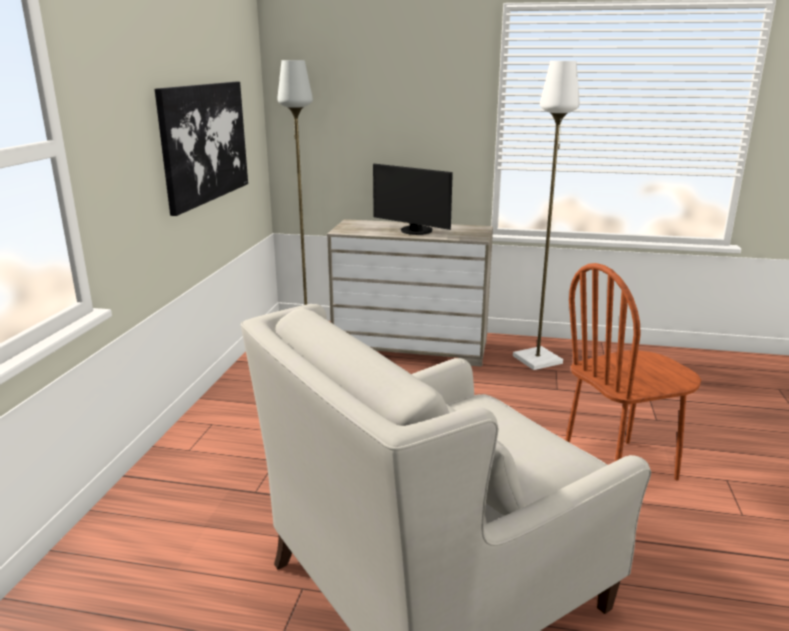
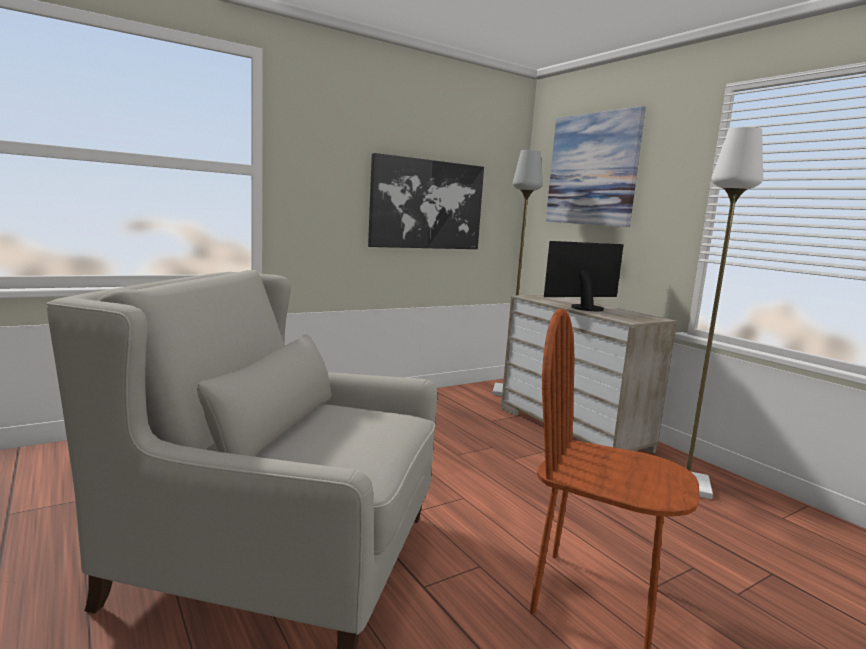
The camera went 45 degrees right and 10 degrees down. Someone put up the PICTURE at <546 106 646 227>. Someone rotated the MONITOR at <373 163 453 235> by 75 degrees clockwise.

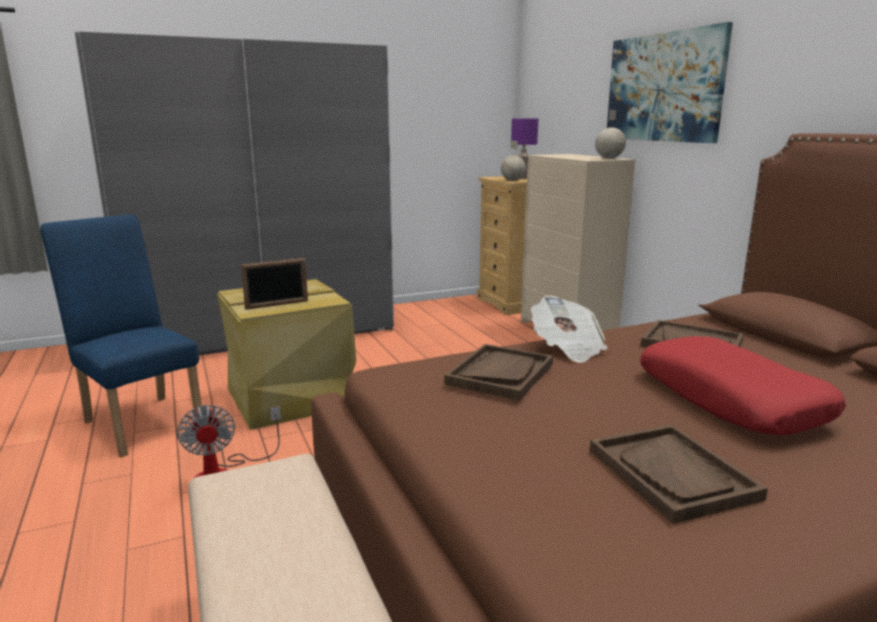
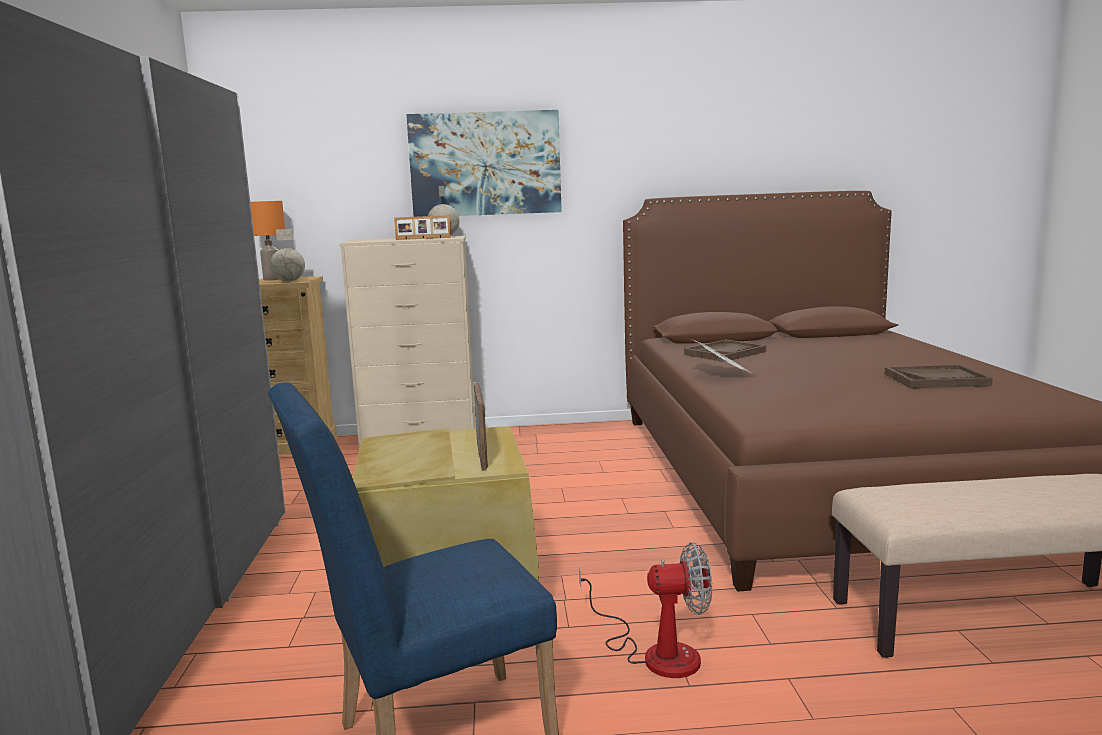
The camera went 70 degrees left and 5 degrees down. Someone took away the BROWN TRAY at <444 344 553 401>. Someone took away the RED PILLOW at <640 336 846 435>. Someone put down the PICTURE FRAME at <394 215 451 240>. Someone repainted the PURPLE TABLE LAMP at <511 119 538 179>, which became the ORANGE TABLE LAMP at <250 201 285 280>.

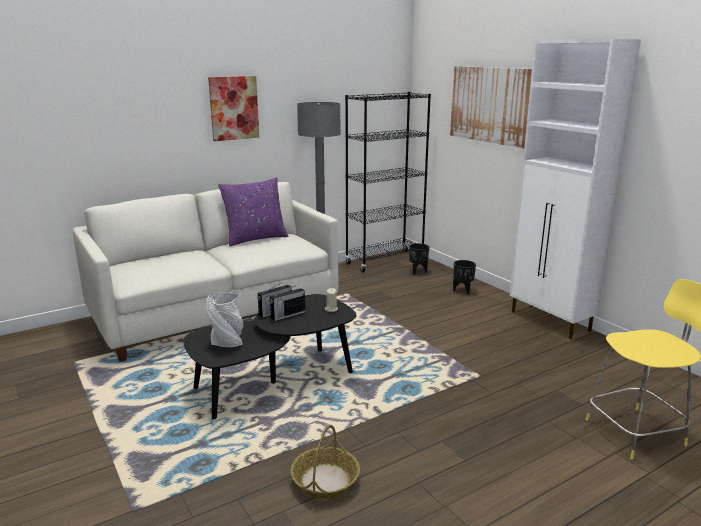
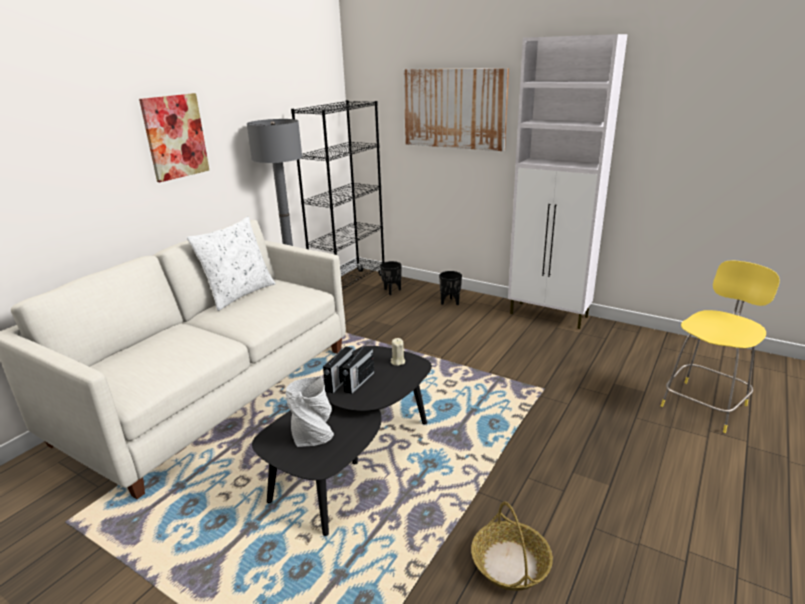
The camera went 25 degrees left and 5 degrees up. Someone repainted the PURPLE PILLOW at <218 177 288 246>, which became the WHITE PILLOW at <187 216 276 311>.

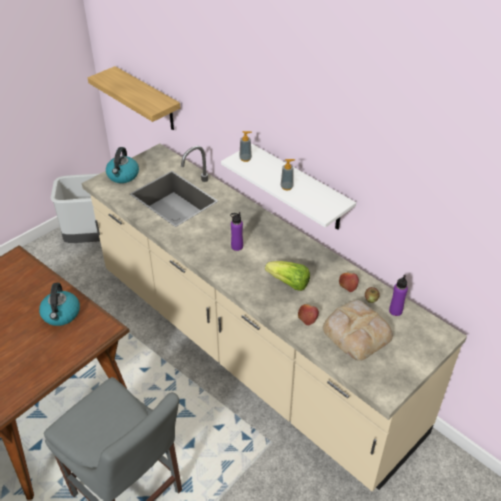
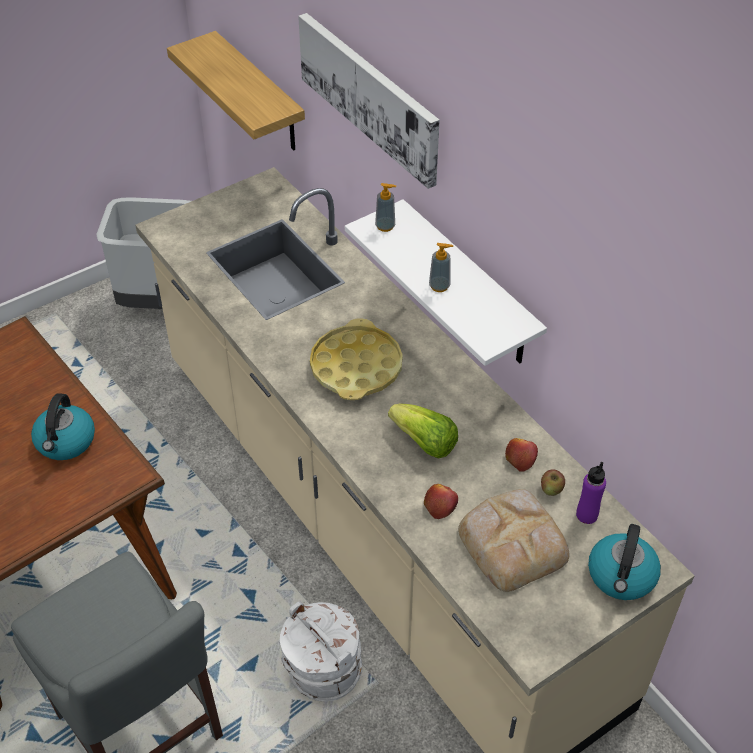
The camera went 10 degrees right and 5 degrees up. Someone put down the WHITE BUCKET at <280 602 363 702>. Someone put up the PICTURE at <298 13 440 189>. Someone carried the KETTLE from <106 147 139 183> to <588 524 661 600>. Someone swapped the PURPLE BOTTLE at <230 212 243 251> for the YELLOW TRAY at <310 319 403 400>.

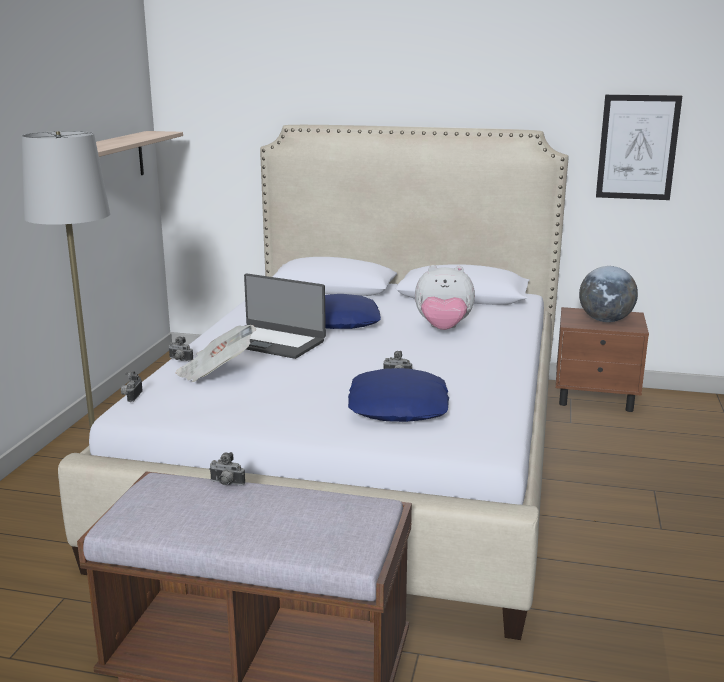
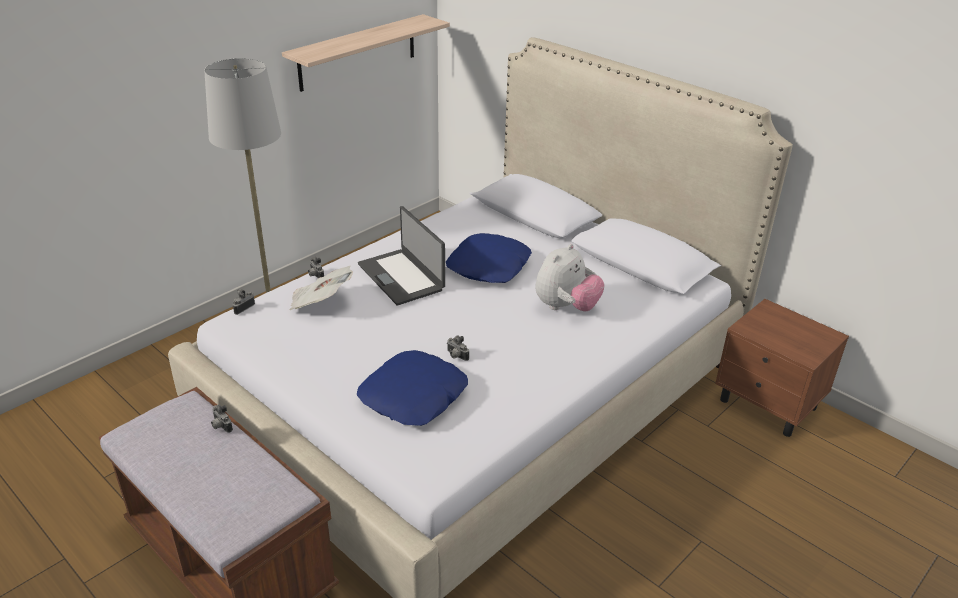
The camera went 30 degrees right and 15 degrees up. Someone took away the GLOBE at <579 266 638 322>. Someone took away the PICTURE at <596 95 682 200>. Someone rotated the PLUSH TOY at <415 265 475 330> by 90 degrees counterclockwise.

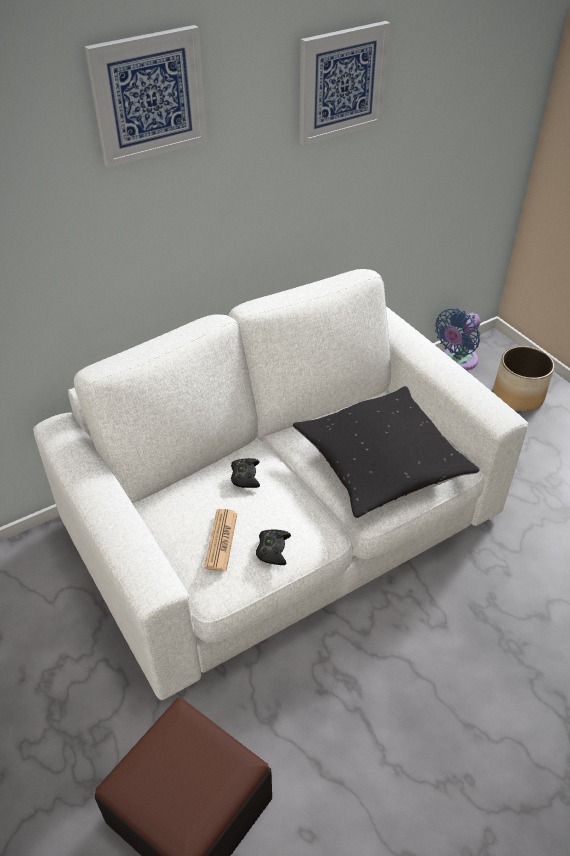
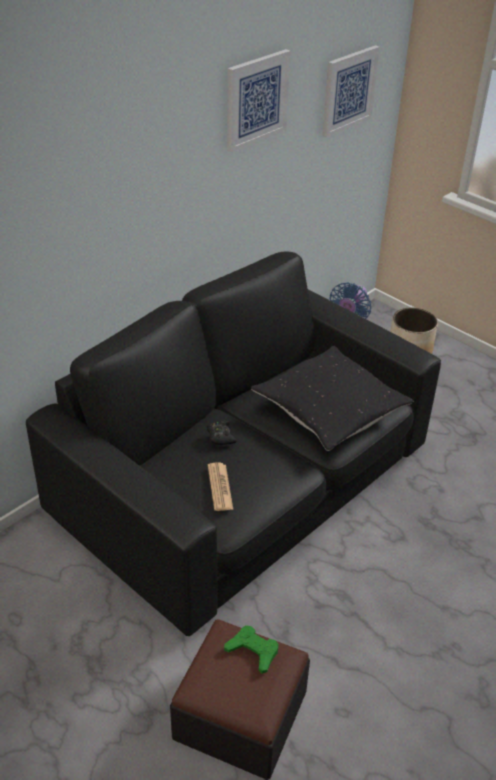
The camera went 15 degrees left and 5 degrees down. Someone took away the BLACK GAME CONTROLLER at <256 530 291 565>. Someone put down the GREEN GAME CONTROLLER at <224 626 279 674>. Someone carried the PICTURE from <84 25 207 167> to <322 45 380 138>. Someone repainted the WHITE SOFA at <33 269 528 700>, which became the BLACK SOFA at <26 252 441 636>.

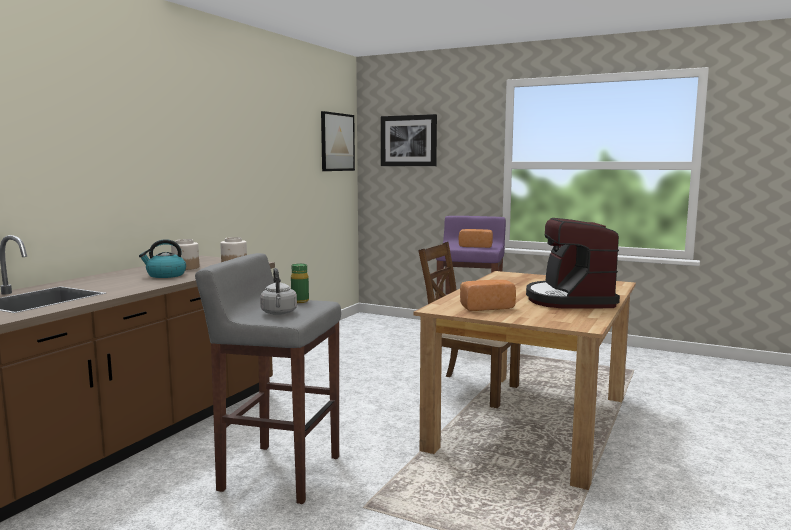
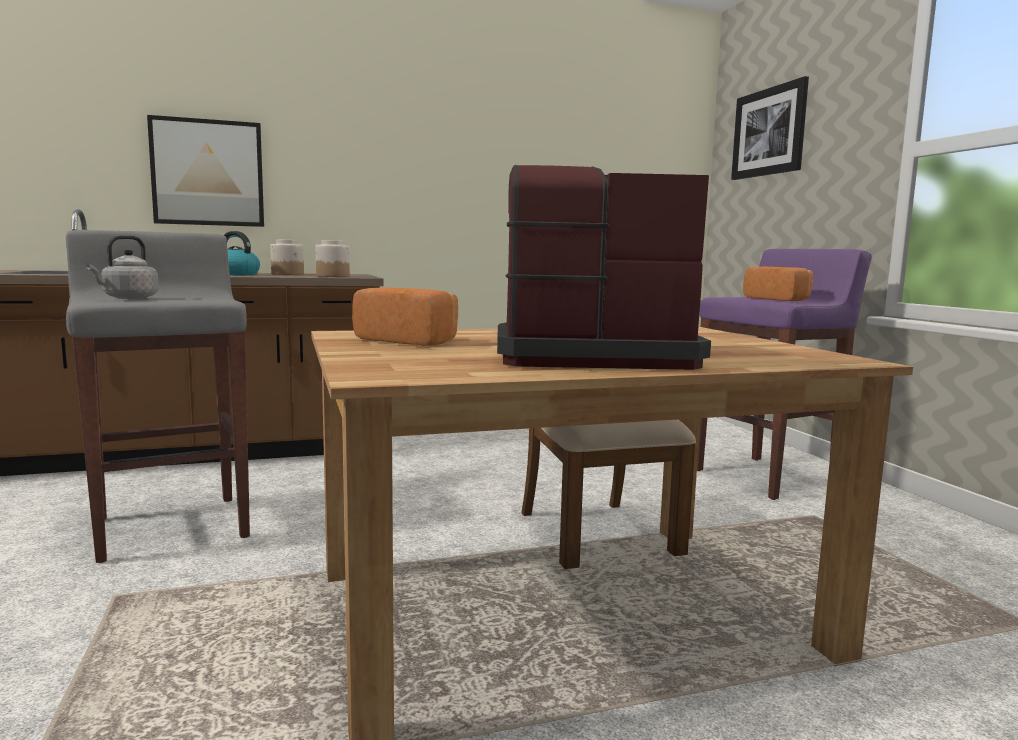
The camera went 45 degrees right and 0 degrees up. Someone took away the GREEN BOTTLE at <291 264 309 303>. Someone carried the PICTURE from <321 111 355 171> to <147 115 264 227>. Someone rotated the COFFEE MACHINE at <526 218 620 309> by 45 degrees clockwise.

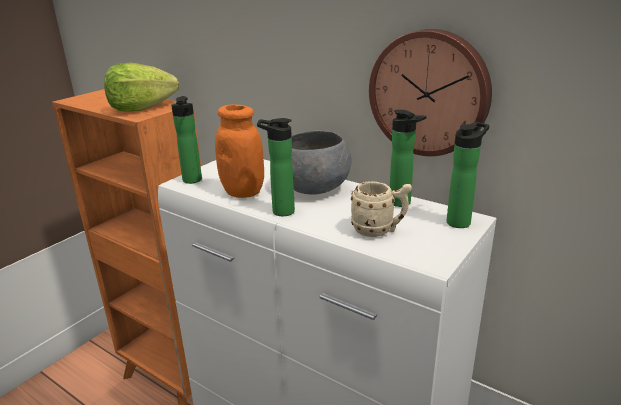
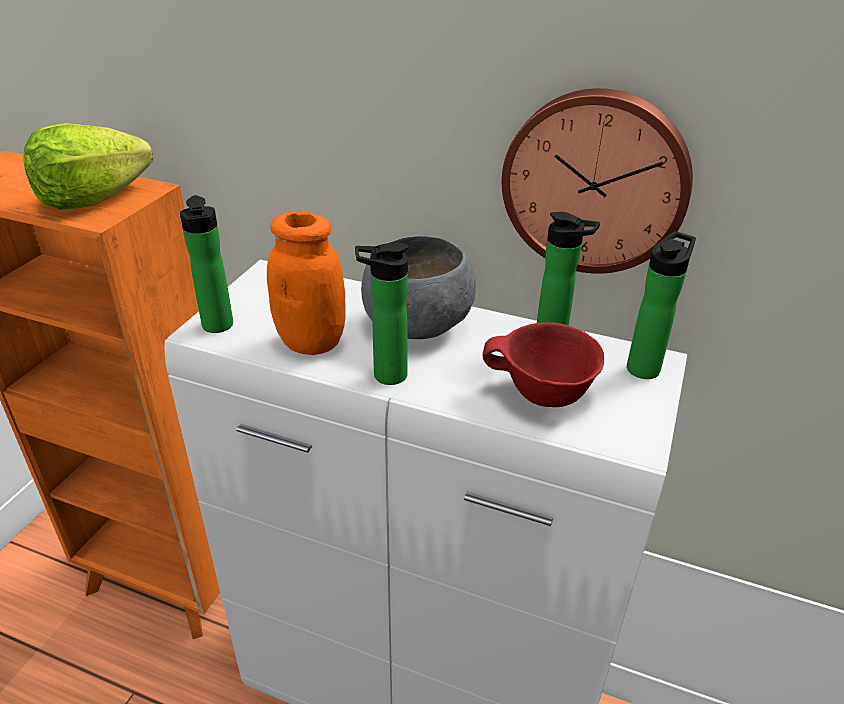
The camera went 15 degrees left and 10 degrees up. Someone swapped the BEIGE MUG at <351 181 412 237> for the RED BOWL at <483 322 604 407>.

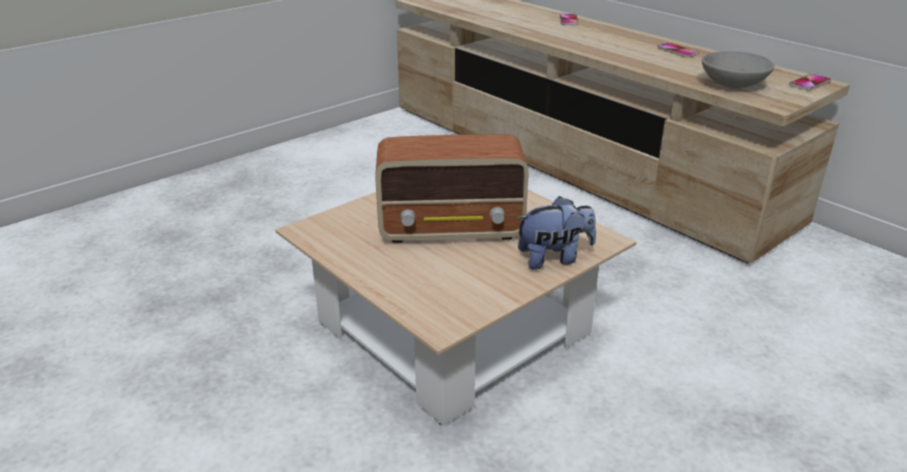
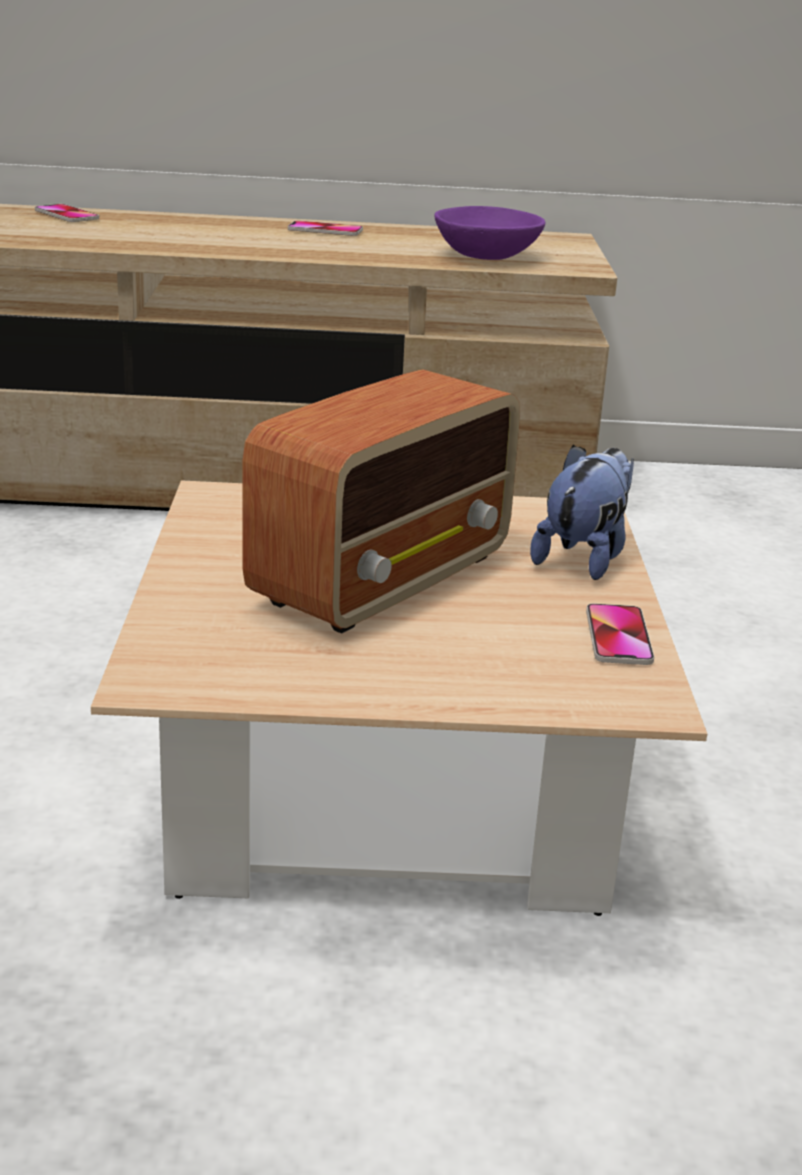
The camera went 50 degrees left and 5 degrees down. Someone carried the PHONE from <789 74 831 90> to <586 604 654 665>. Someone repainted the GREY BOWL at <702 51 775 88>, which became the PURPLE BOWL at <434 206 545 260>.

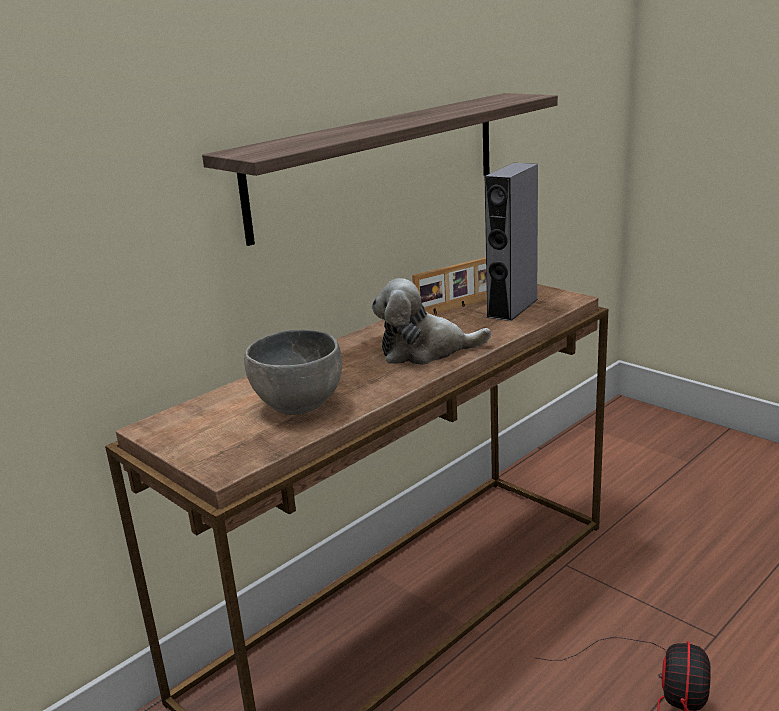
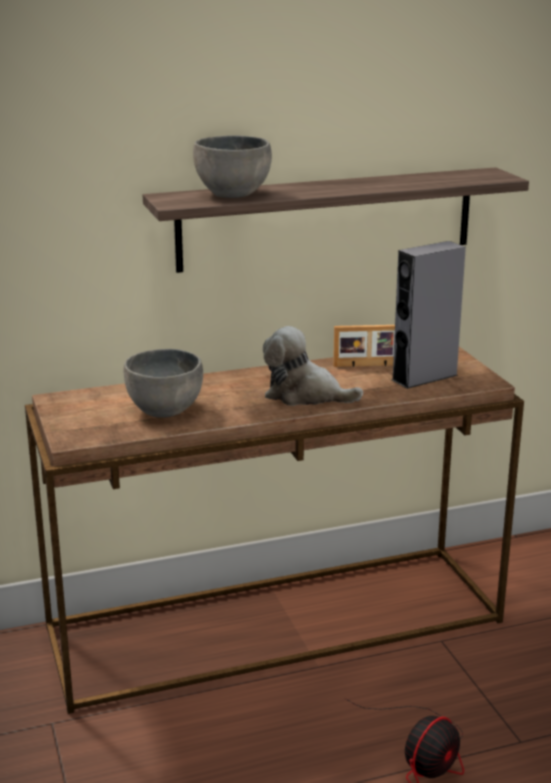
The camera went 25 degrees right and 0 degrees up. Someone put down the GREY BOWL at <193 136 272 198>.

